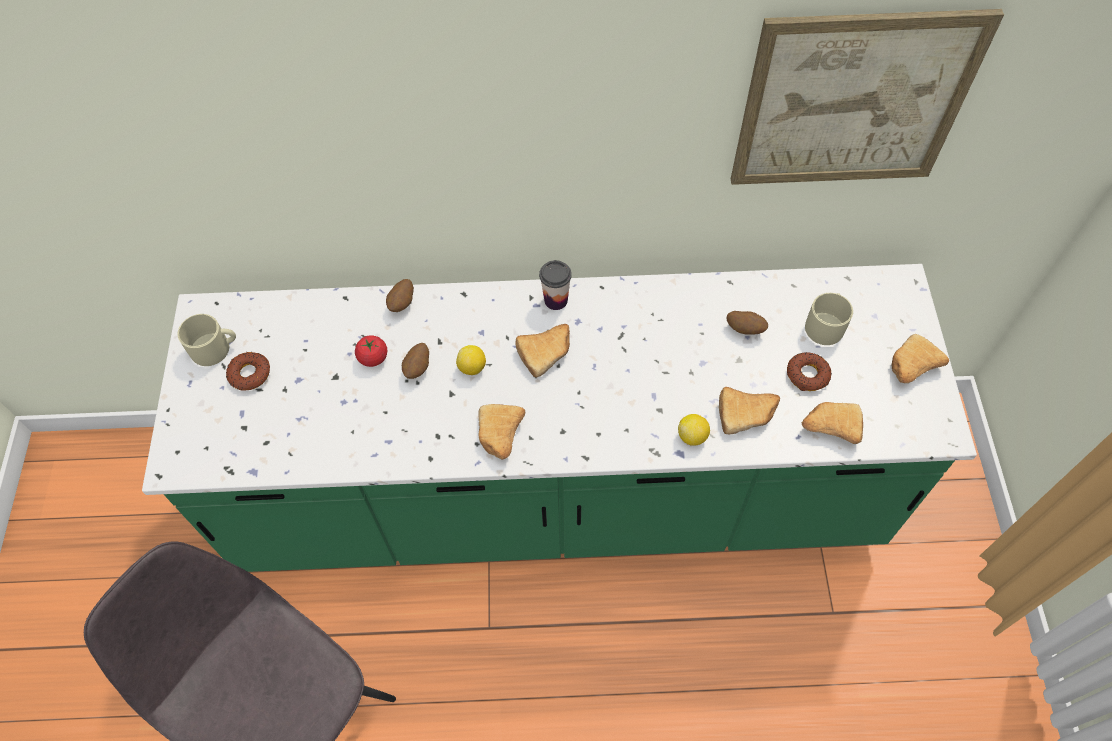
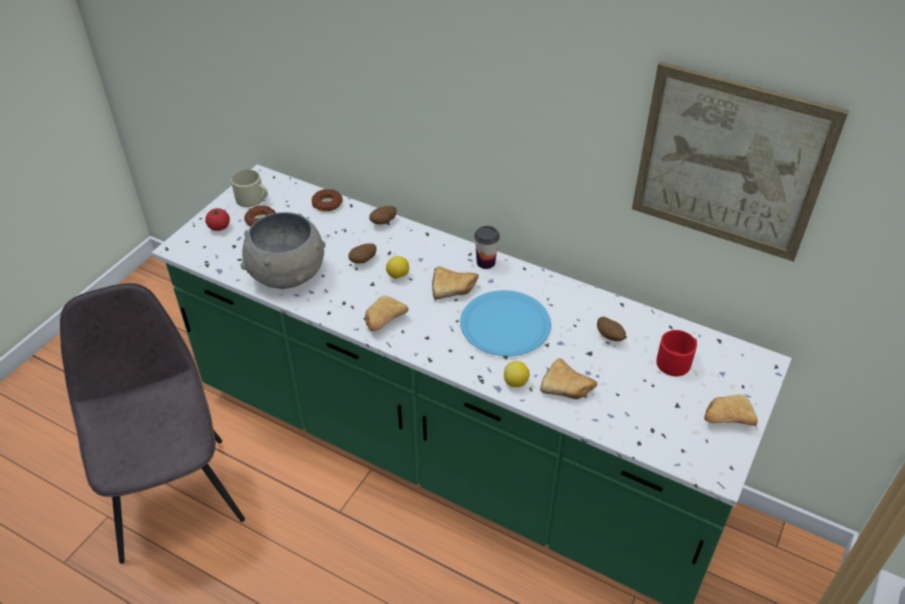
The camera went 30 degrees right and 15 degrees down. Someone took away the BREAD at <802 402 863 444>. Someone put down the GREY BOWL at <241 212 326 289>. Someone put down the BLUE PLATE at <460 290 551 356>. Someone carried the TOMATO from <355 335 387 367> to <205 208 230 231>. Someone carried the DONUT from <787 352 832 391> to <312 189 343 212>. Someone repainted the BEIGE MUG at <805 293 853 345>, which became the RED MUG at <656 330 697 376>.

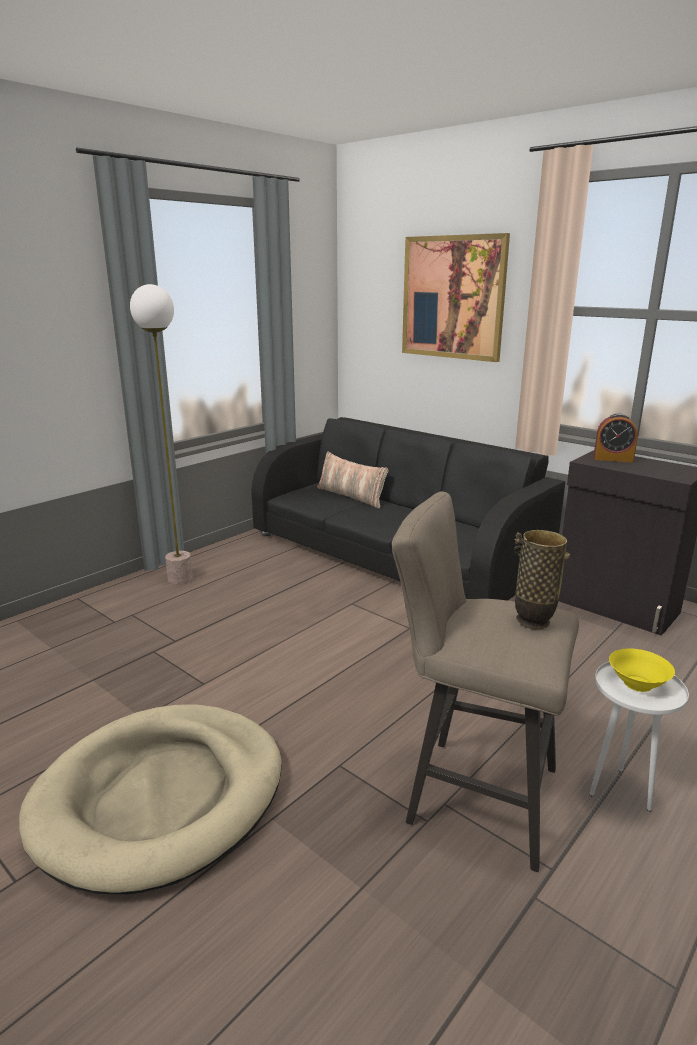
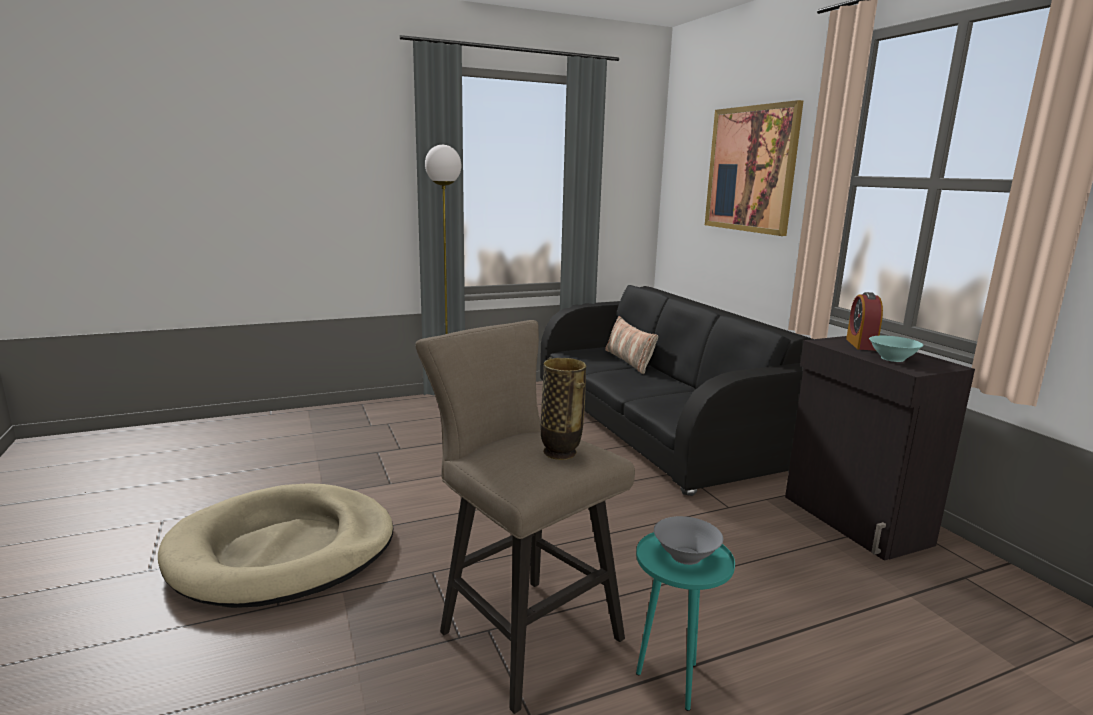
The camera went 25 degrees right and 5 degrees down. Someone put down the TURQUOISE BOWL at <869 336 924 362>. Someone repainted the WHITE SIDE TABLE at <589 661 689 812>, which became the TURQUOISE SIDE TABLE at <636 532 735 711>. Someone repainted the YELLOW BOWL at <609 648 675 692>, which became the GREY BOWL at <654 516 723 565>. Someone rotated the ALARM CLOCK at <594 413 638 462> by 60 degrees clockwise.

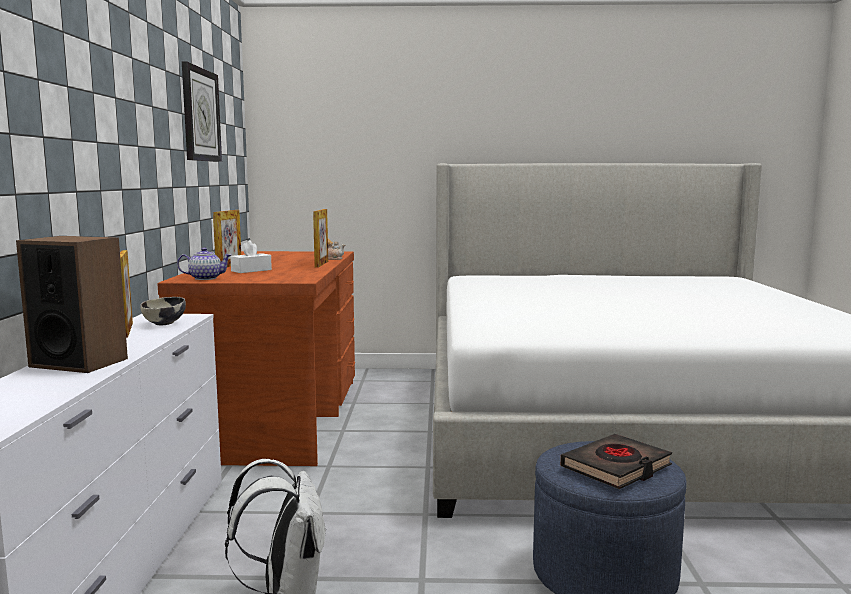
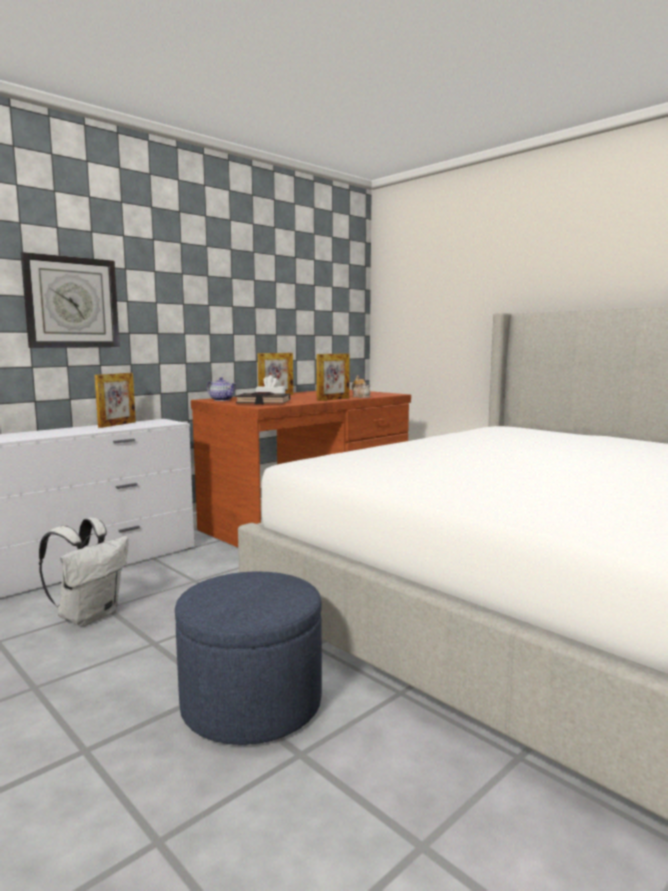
The camera went 45 degrees right and 0 degrees up. Someone took away the SPEAKER at <16 236 128 373>. Someone took away the BOWL at <140 297 186 325>. Someone carried the WALL CLOCK from <182 62 222 162> to <21 252 120 348>. Someone carried the BLACK BOOK from <560 434 672 489> to <236 392 290 405>.

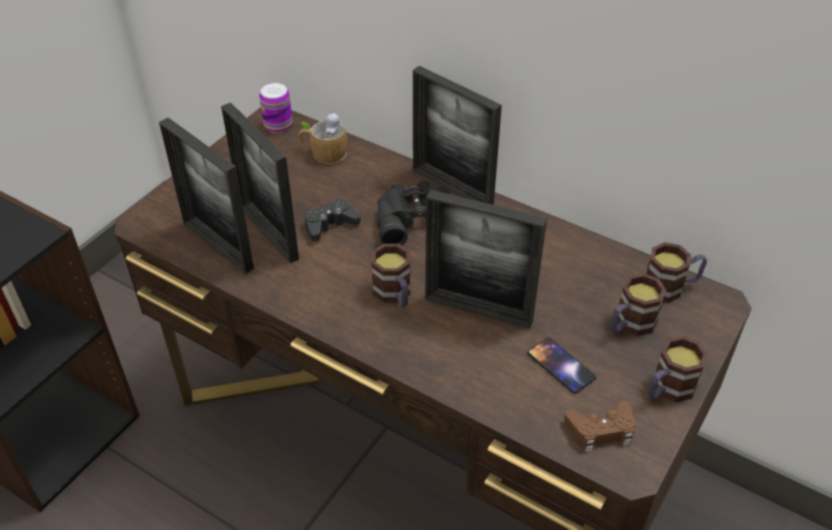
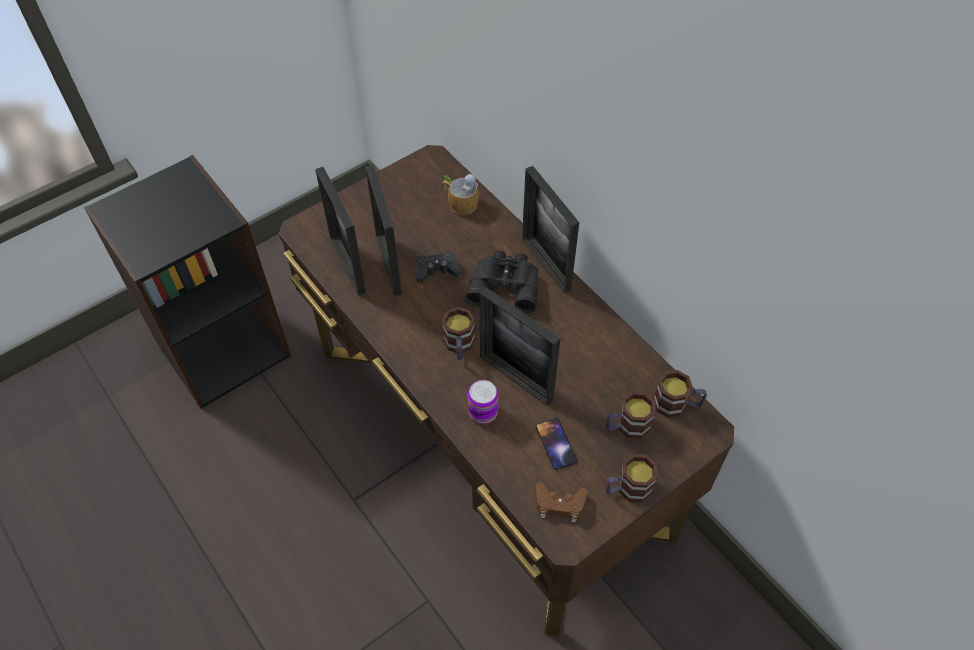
The camera went 20 degrees right and 10 degrees up. Someone carried the CAN from <259 83 293 133> to <468 380 498 424>.

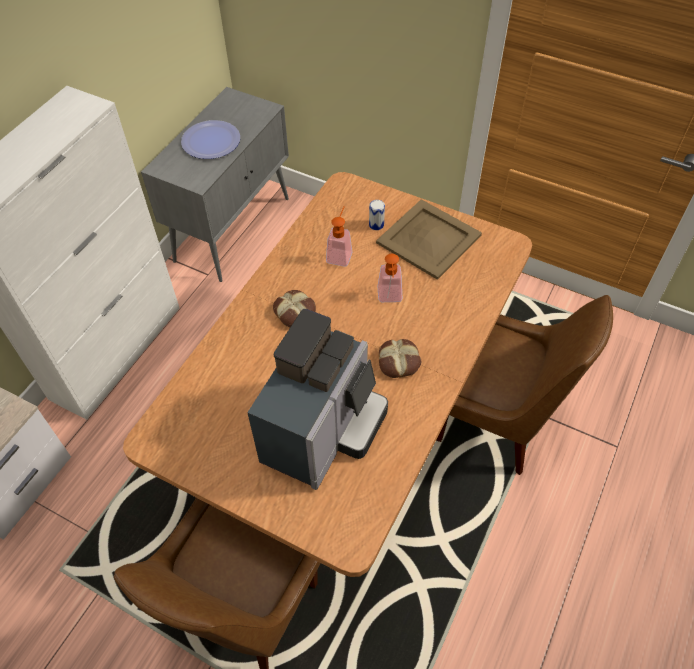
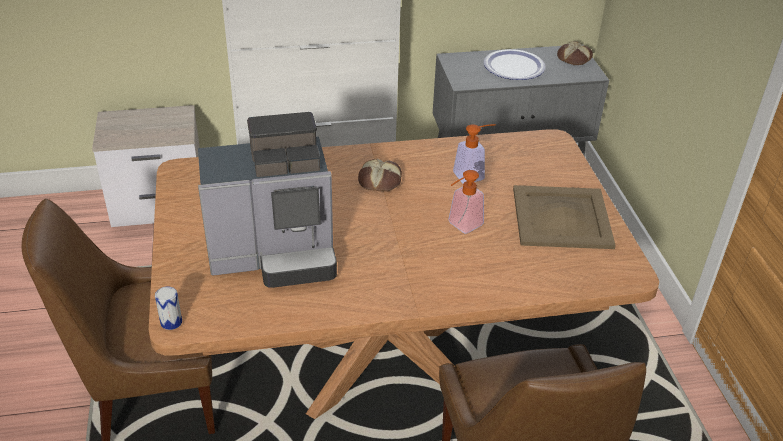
The camera went 50 degrees right and 15 degrees down. Someone carried the CAN from <369 200 385 230> to <155 286 182 330>. Someone carried the BREAD from <379 339 421 378> to <557 41 593 65>.

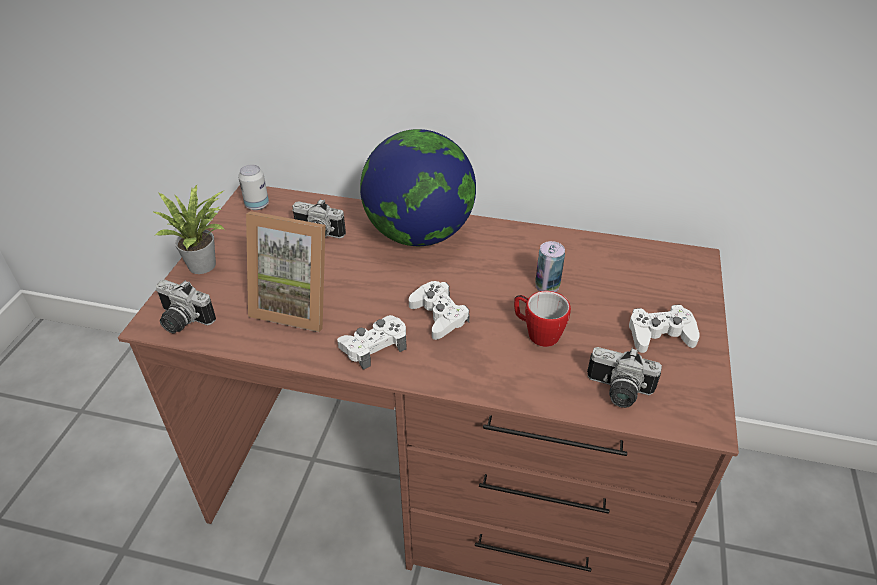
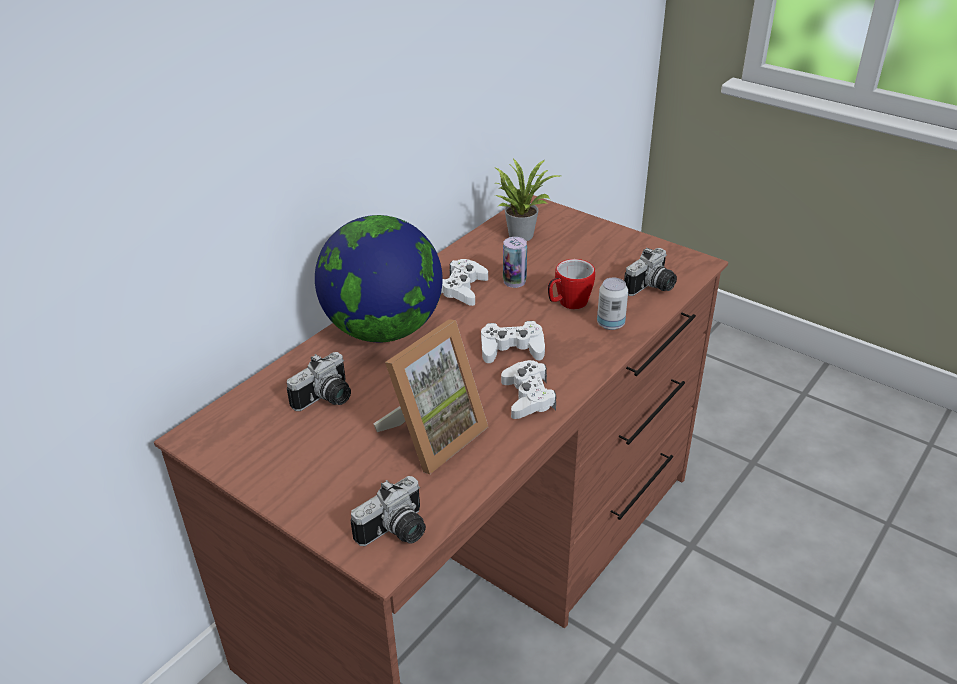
The camera went 65 degrees left and 5 degrees down. Someone carried the POTTED PLANT from <154 185 225 274> to <496 158 560 241>. Someone carried the CAN from <238 164 269 210> to <597 278 628 330>. Someone carried the WHITE GAME CONTROLLER from <629 305 699 353> to <441 259 488 306>.

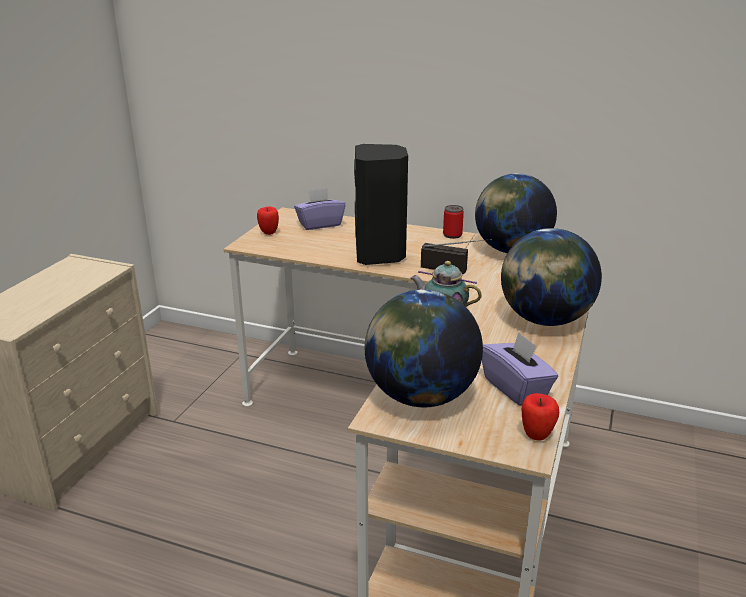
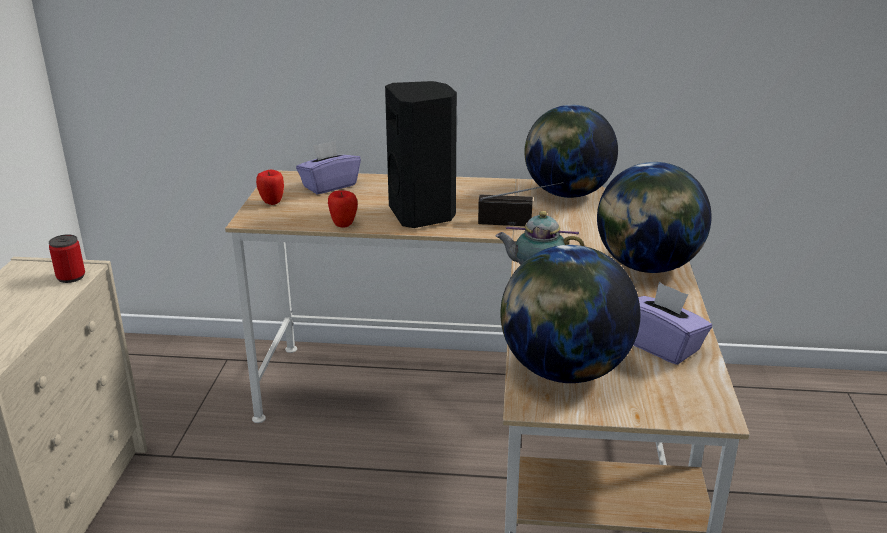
The camera went 15 degrees left and 0 degrees up. Someone carried the CAN from <443 205 464 239> to <49 234 85 283>. Someone carried the APPLE from <522 393 559 441> to <328 190 358 227>.

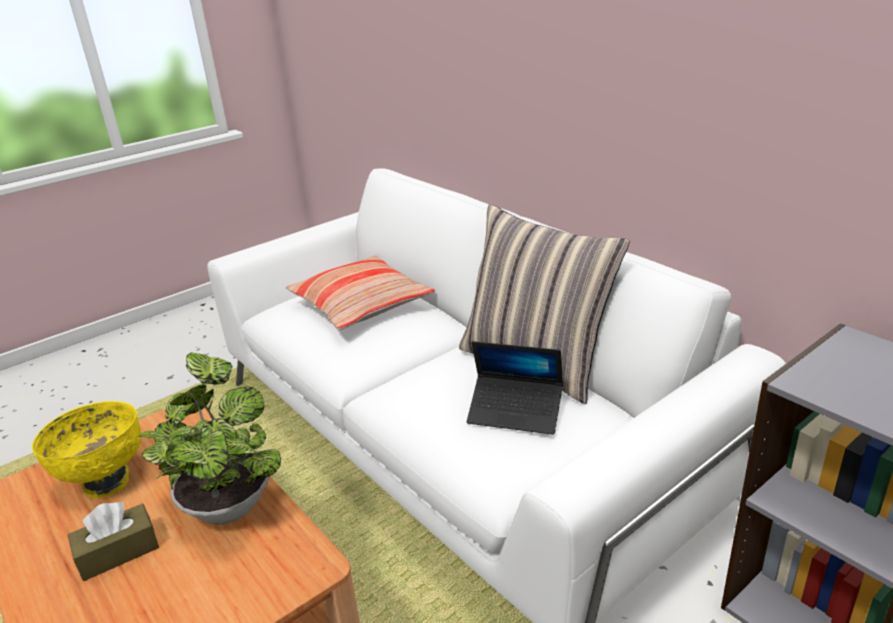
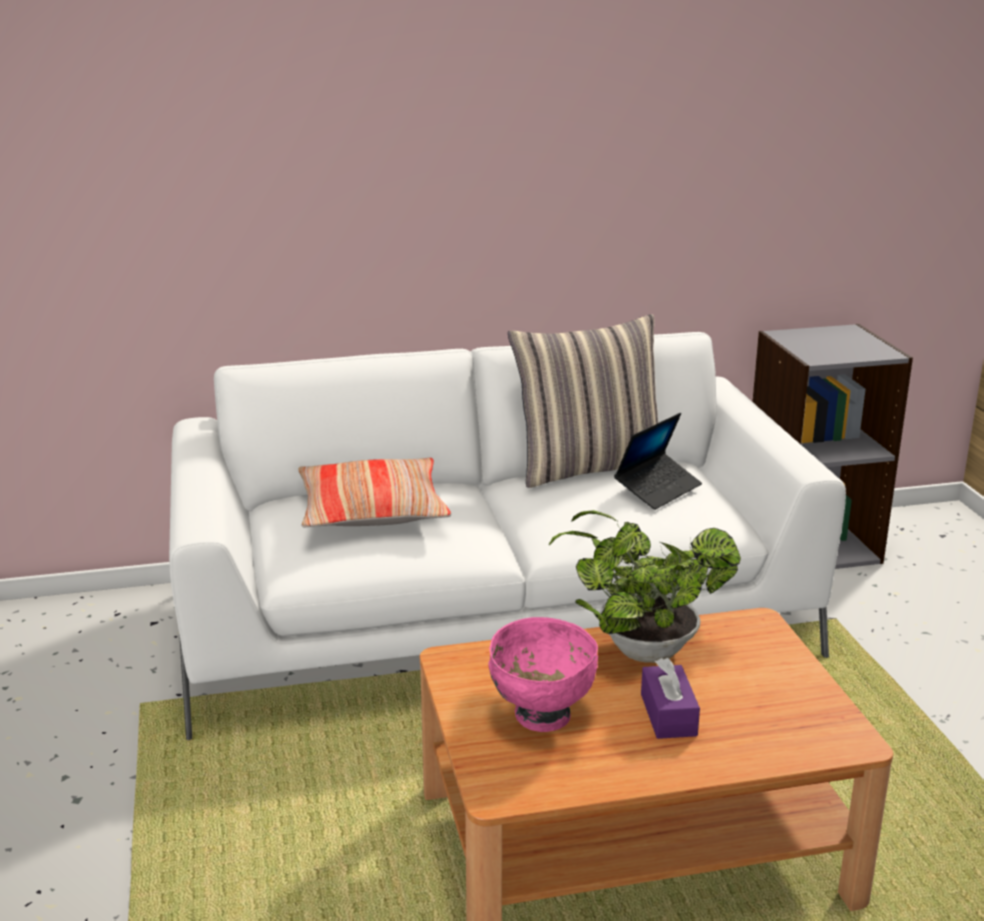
The camera went 65 degrees left and 5 degrees down. Someone repainted the YELLOW BOWL at <32 401 141 498>, which became the PINK BOWL at <488 617 598 732>. Someone repainted the BROWN TISSUE BOX at <68 502 159 581>, which became the PURPLE TISSUE BOX at <641 658 700 739>.

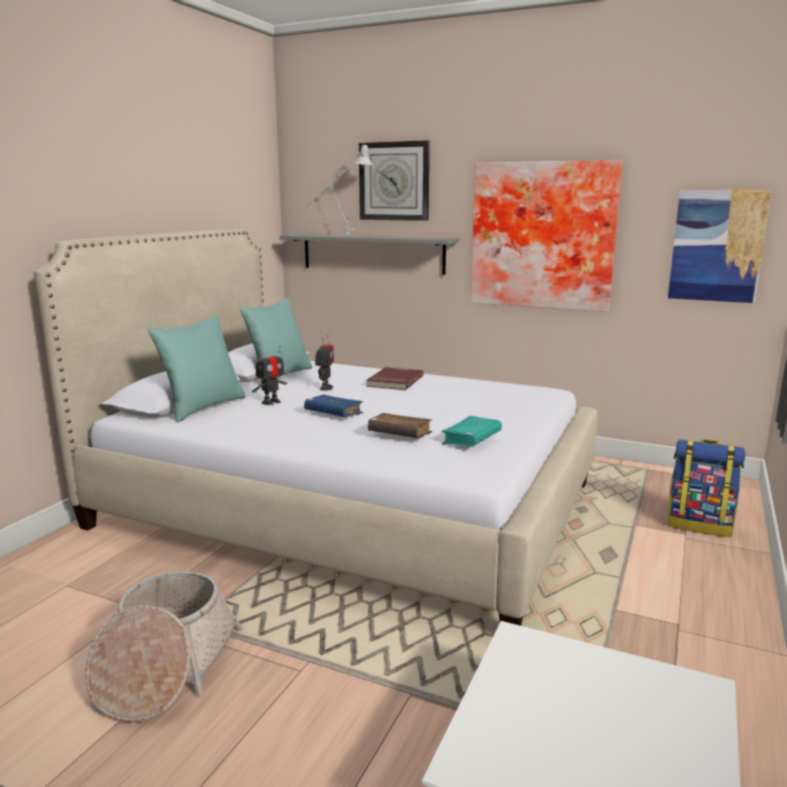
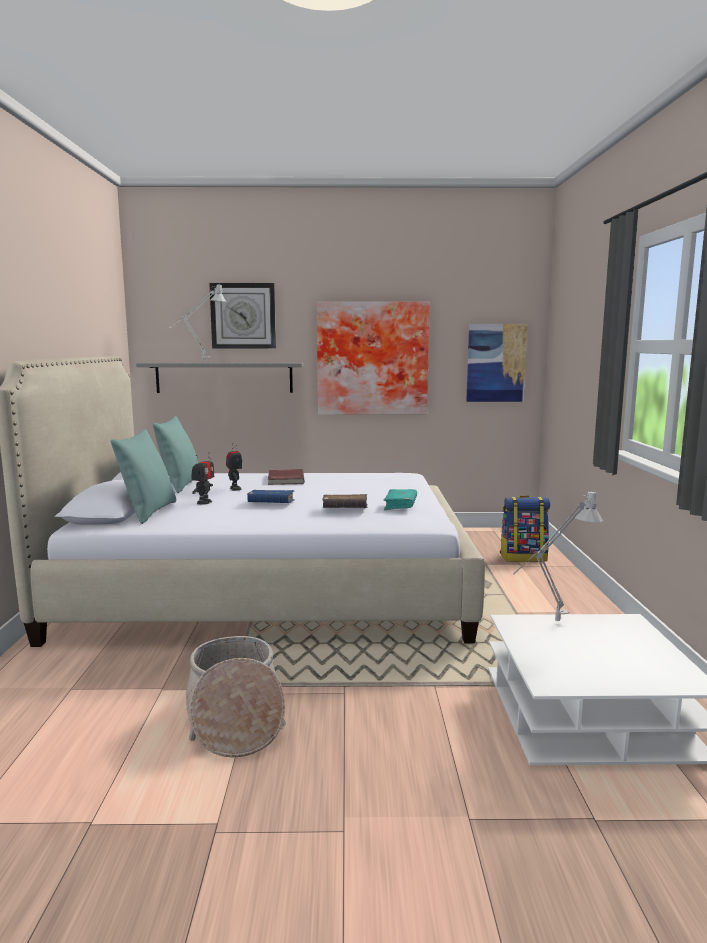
The camera went 25 degrees left and 5 degrees down. Someone put down the GREY TABLE LAMP at <513 492 603 621>.

